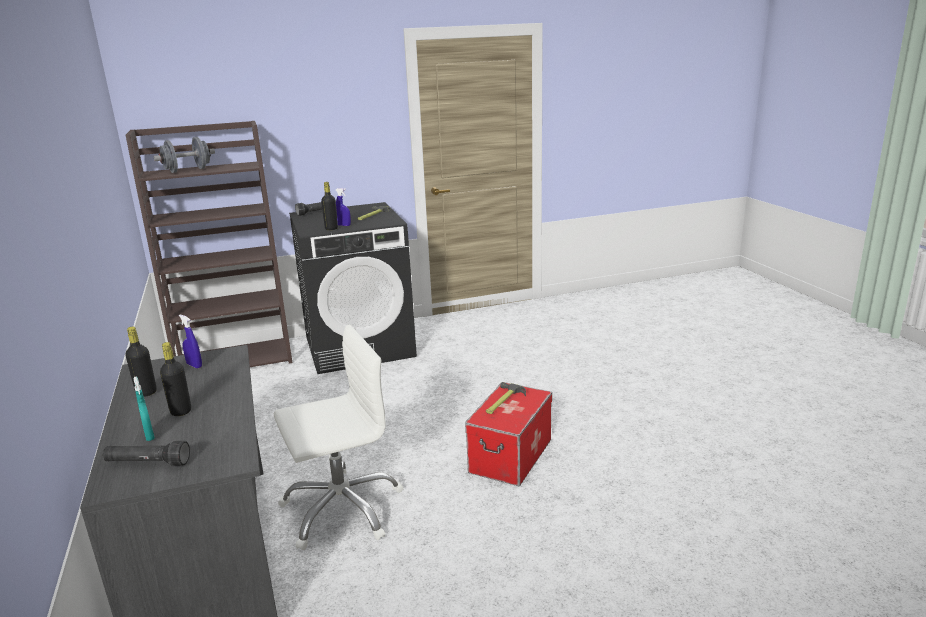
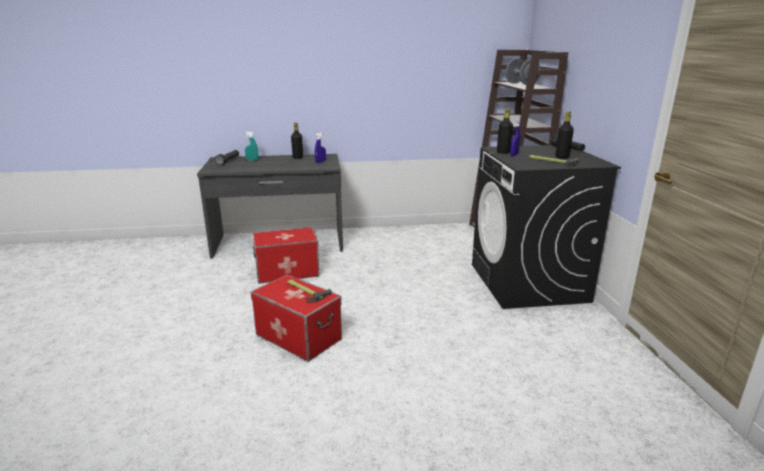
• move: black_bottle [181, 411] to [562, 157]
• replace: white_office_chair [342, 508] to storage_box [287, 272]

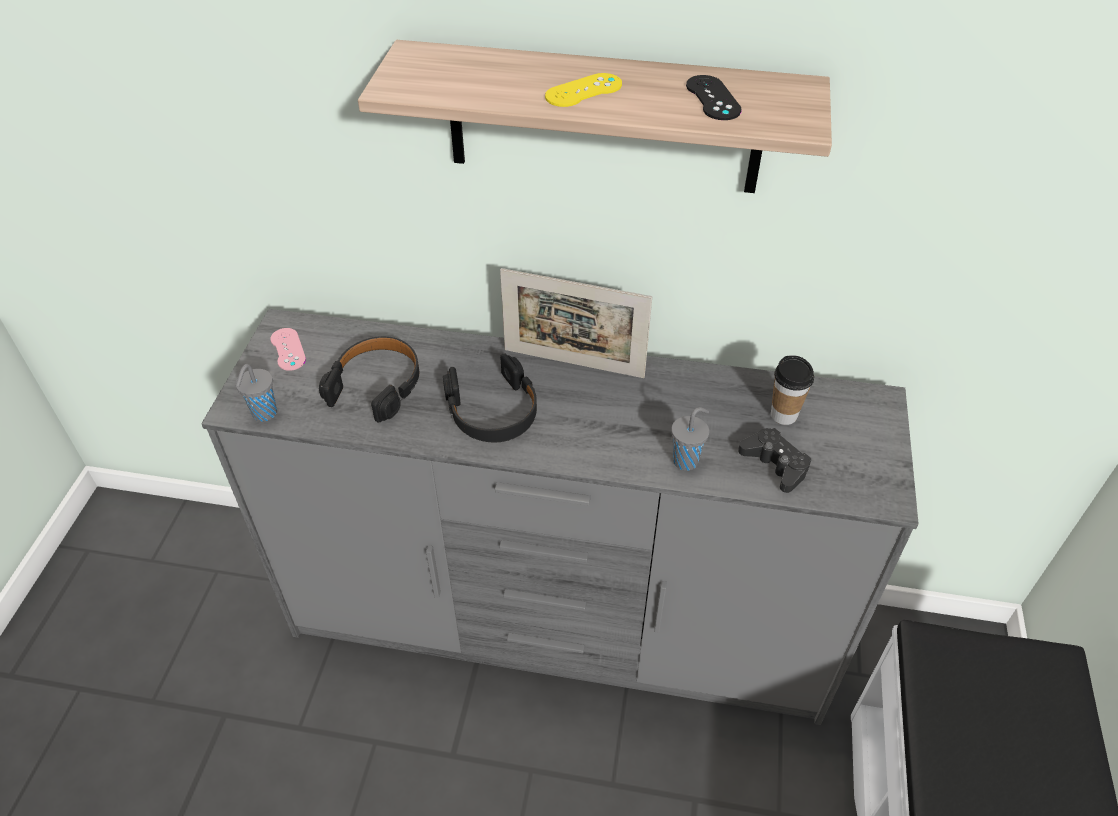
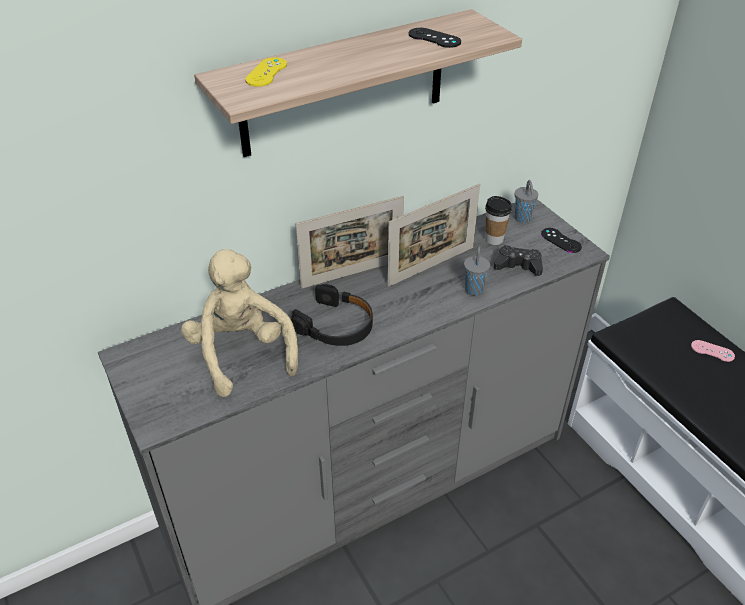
• insert: picture_frame [431, 266]
• insert: black_game_controller [561, 240]
• move: grey_cup [263, 414] to [522, 219]
• move: pink_game_controller [288, 349] to [712, 351]
• move: yellow_game_controller [583, 91] to [266, 72]
• replace: black_headphones [376, 385] to beige_plush_toy [241, 353]

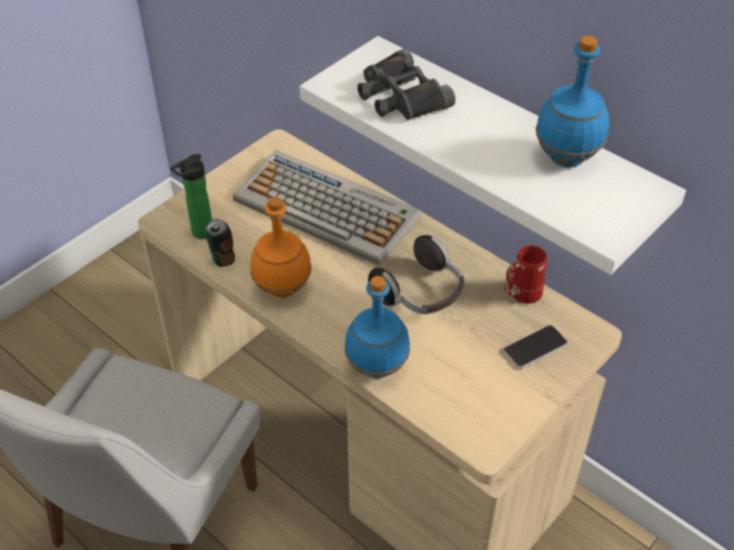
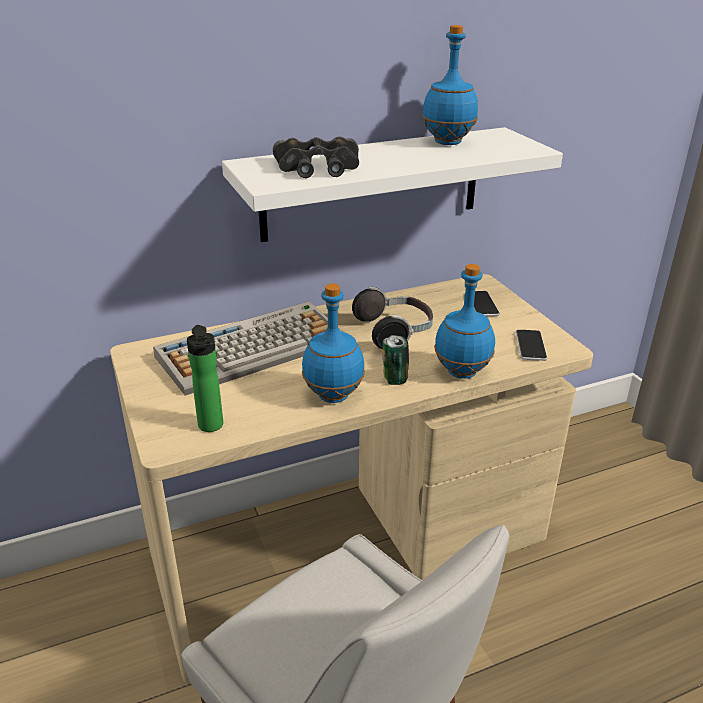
• delete: red_mug [520, 295]
• insert: phone [530, 346]
• move: can [222, 258] to [394, 379]
• recolor: orange_bottle [281, 288] to blue_bottle [333, 396]

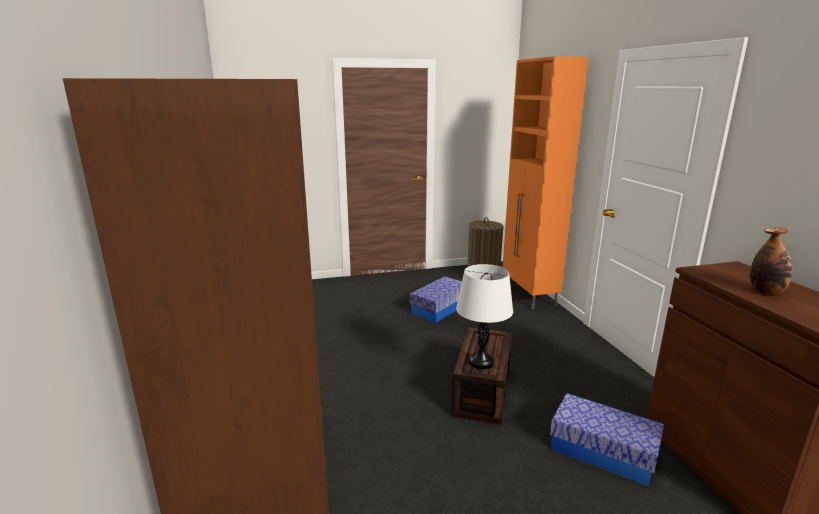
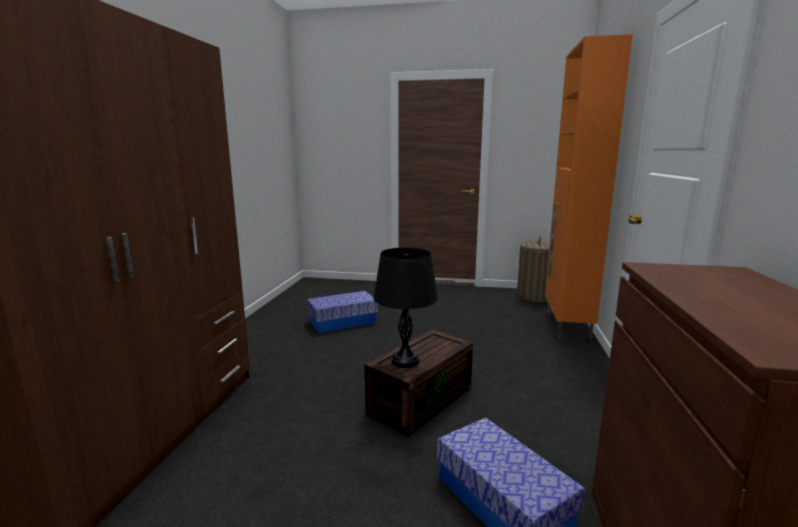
• delete: bottle [766, 292]
• move: storage_box [440, 308] to [343, 322]
• recolor: white_table_lamp [481, 362] to black_table_lamp [405, 361]

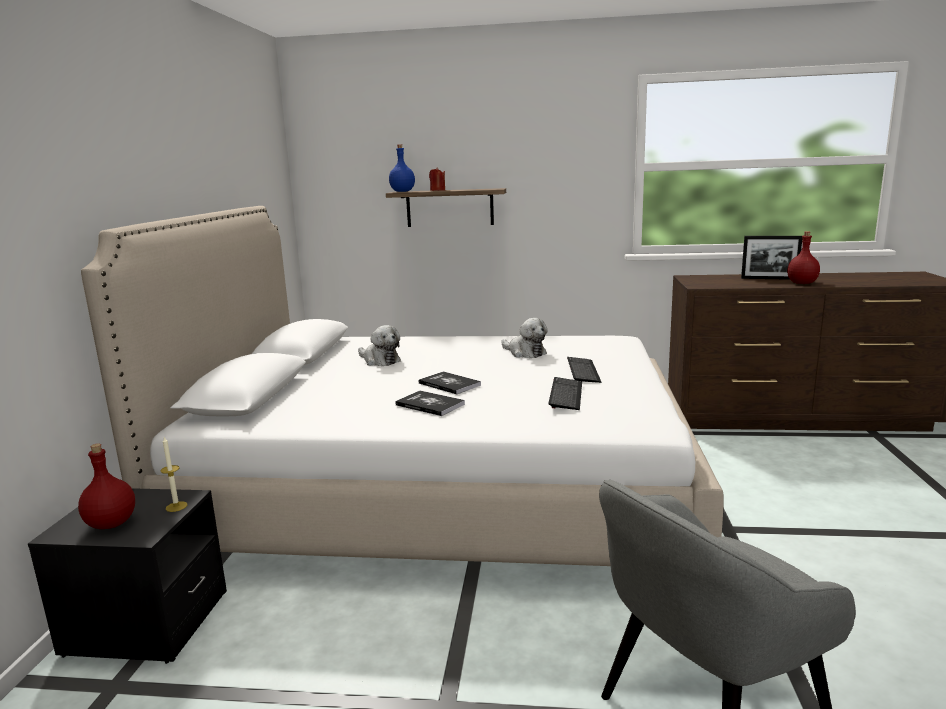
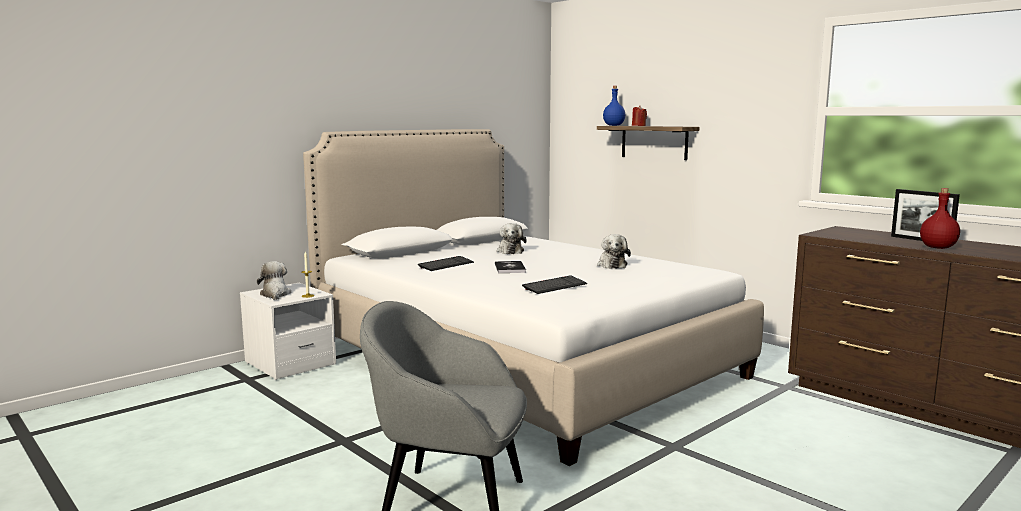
• delete: book [430, 404]
• move: keyboard [583, 371] to [446, 265]
• replace: red_bottle [112, 524] to plush_toy [275, 294]
• recolor: black_nightstand [146, 623] to white_nightstand [290, 364]

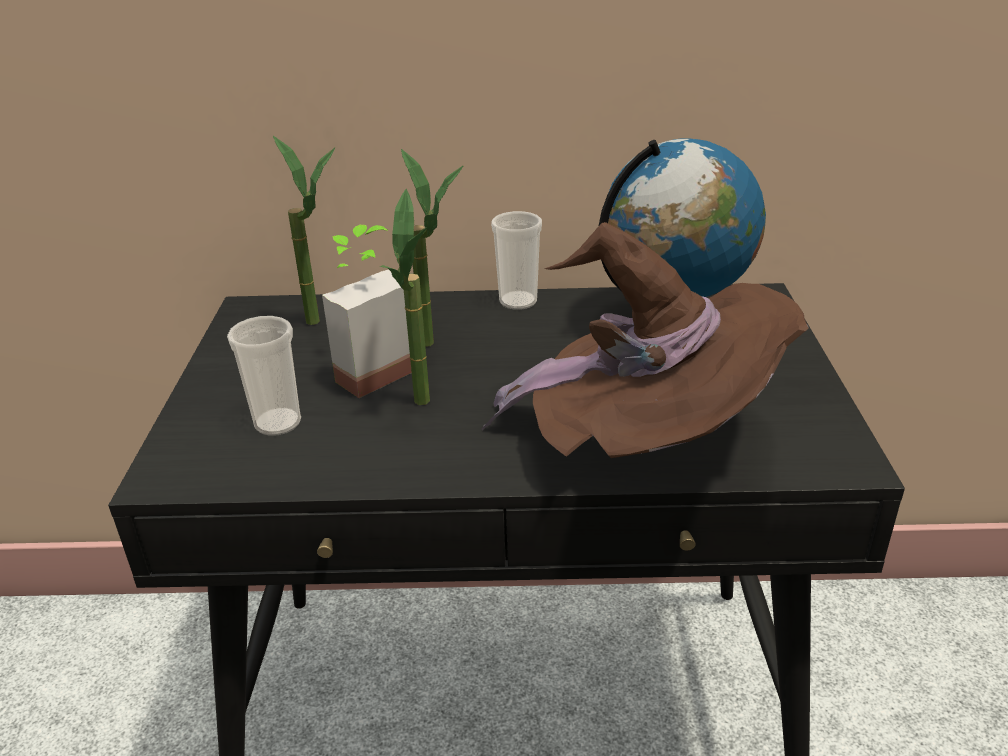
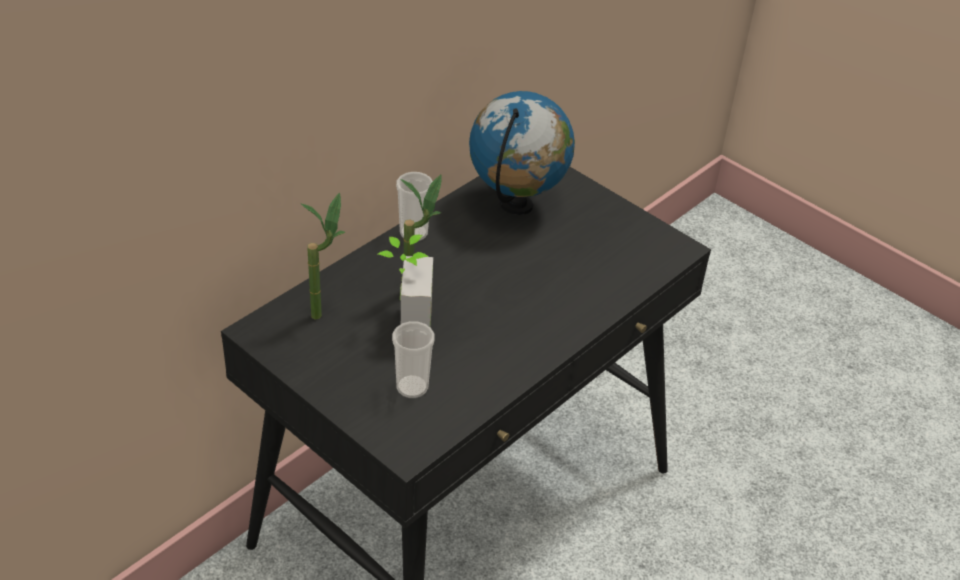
• delete: potted_plant [424, 410]
• delete: brown_hat [649, 441]

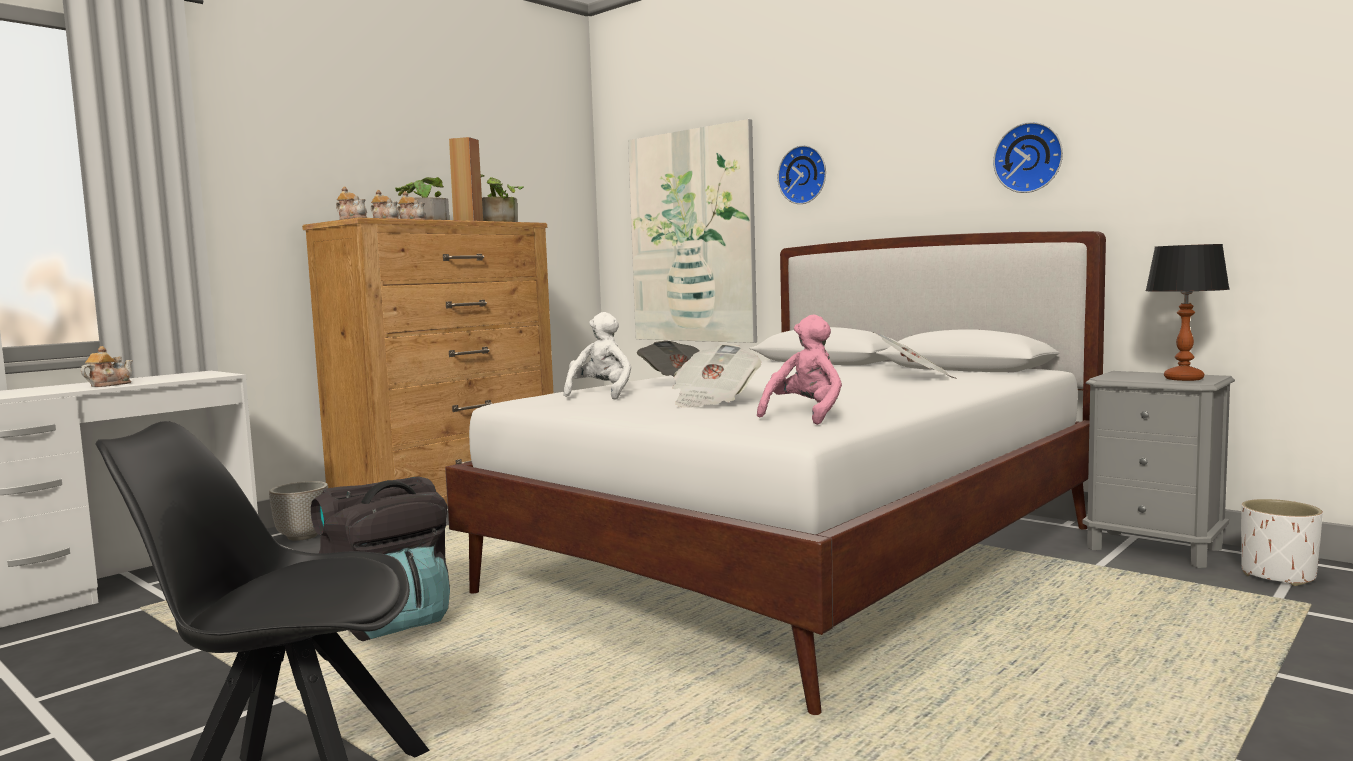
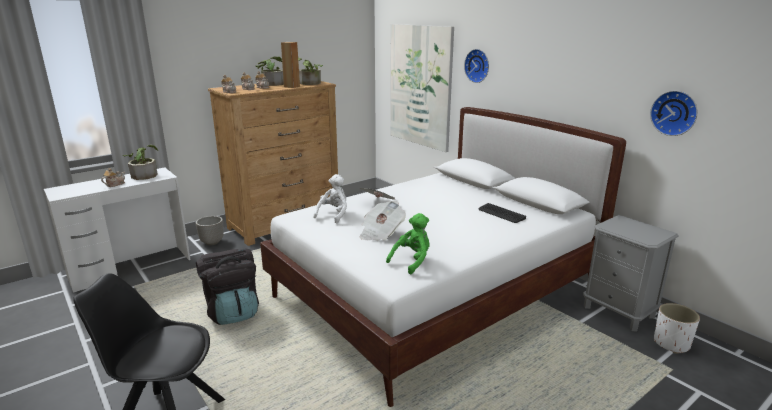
• delete: table_lamp [1183, 379]
• insert: potted_plant [144, 174]
• move: wall_clock [1029, 158] to [674, 113]
• replace: newspaper [915, 377] to keyboard [501, 214]
• recolor: pink_plush_toy [805, 415] to green_plush_toy [412, 261]

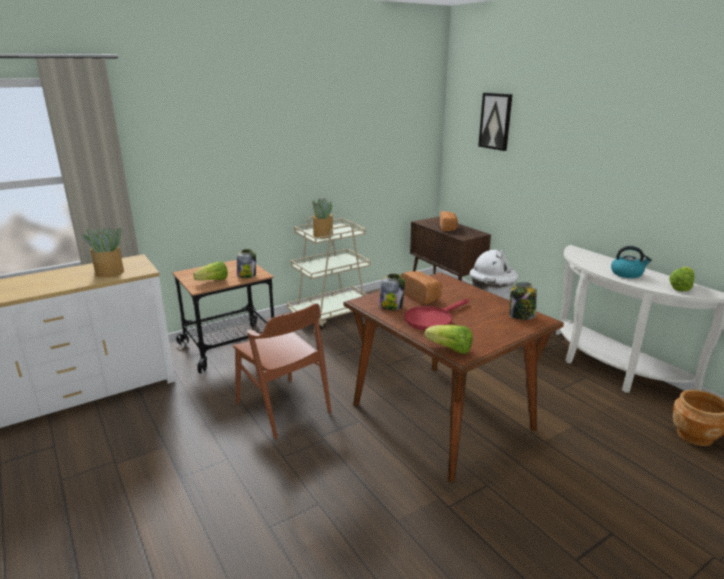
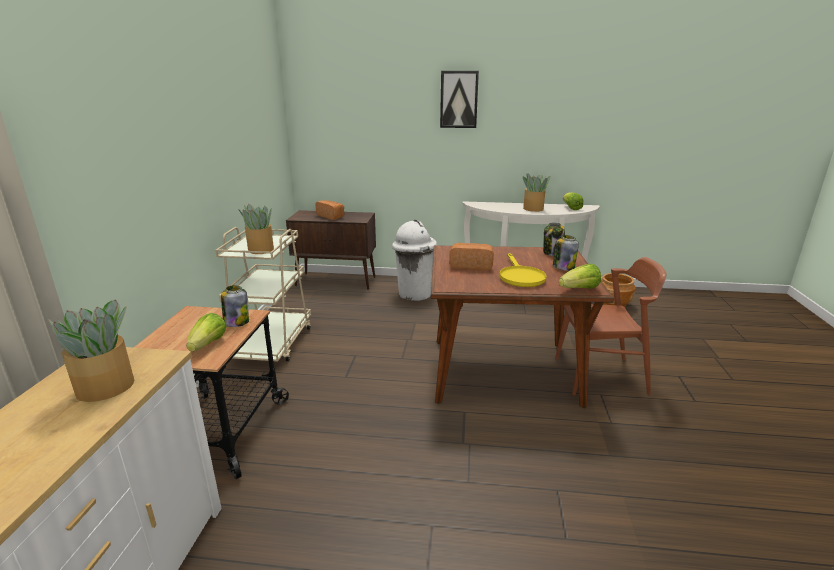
• move: brown_chair [283, 407] to [600, 375]
• move: jar [391, 306] to [563, 267]
• move: picture [495, 121] to [459, 99]
• replace: kettle [627, 274] to potted_plant [533, 209]
• recolor: red_frying_pan [432, 319] to yellow_frying_pan [520, 276]

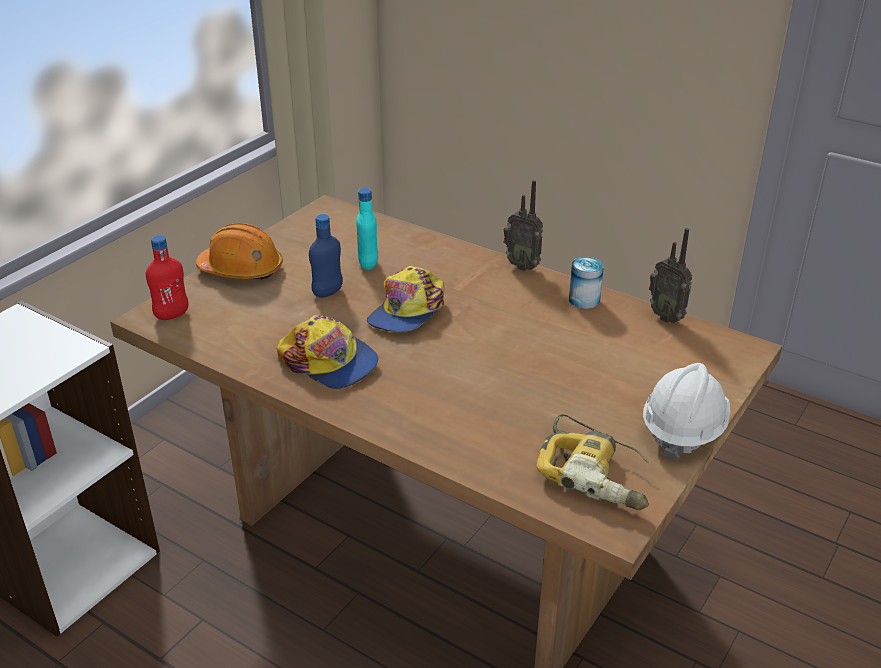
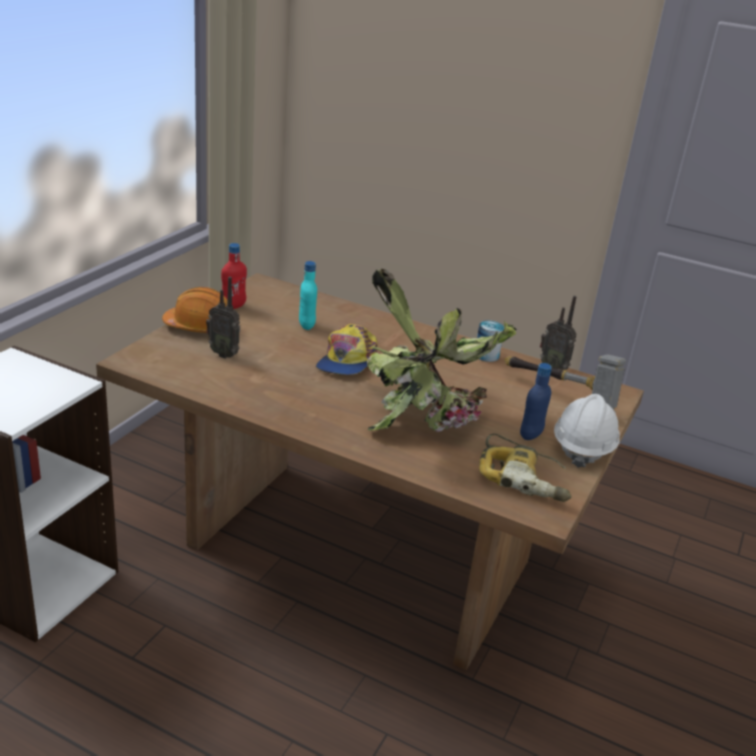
• delete: cap [329, 362]
• insert: potted_plant [428, 416]
• insert: hammer [560, 397]
• move: red_bottle [172, 315] to [233, 306]
• move: blue_bottle [328, 292] to [531, 435]
• move: radio [523, 265] to [224, 354]

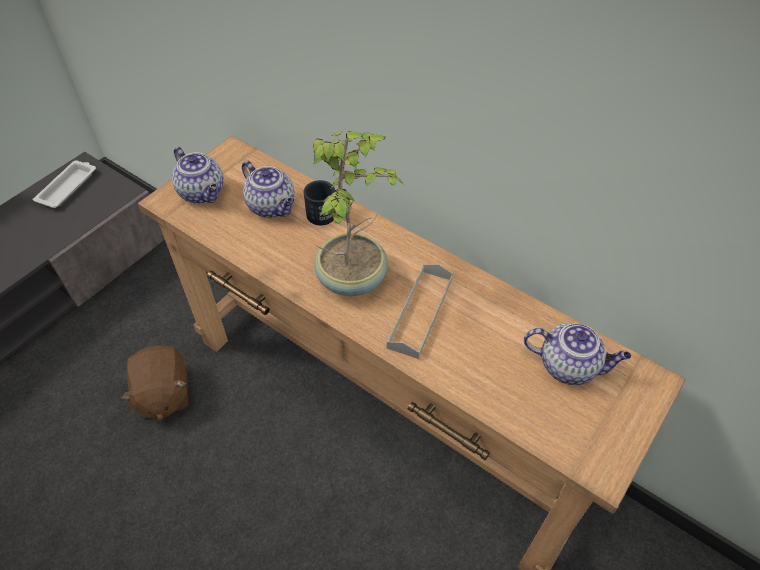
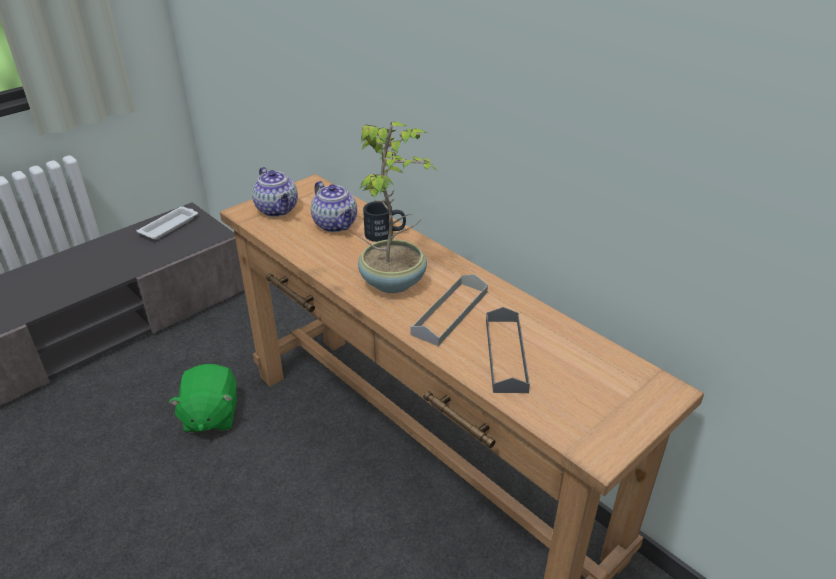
• delete: teapot [569, 366]
• insert: grey_tray [506, 354]
• recolor: brown_plush_toy [163, 394] to green_plush_toy [210, 416]

